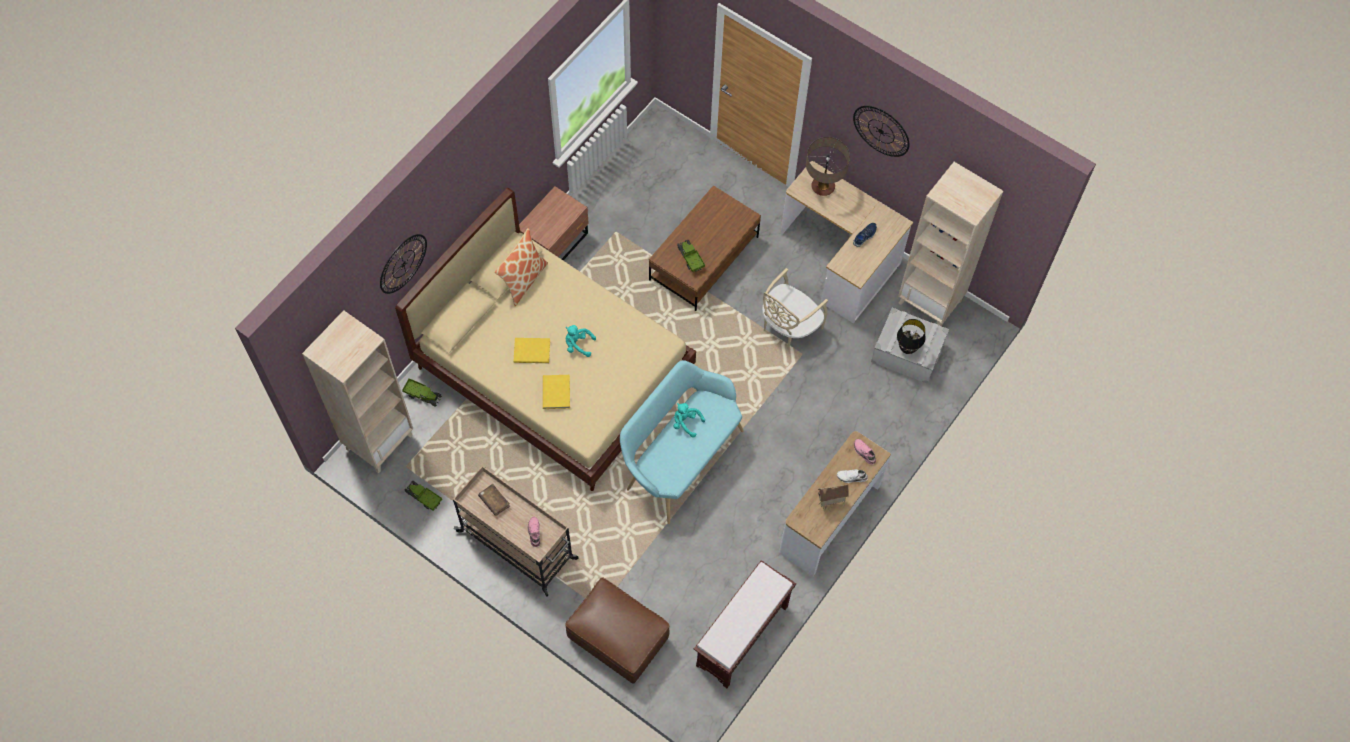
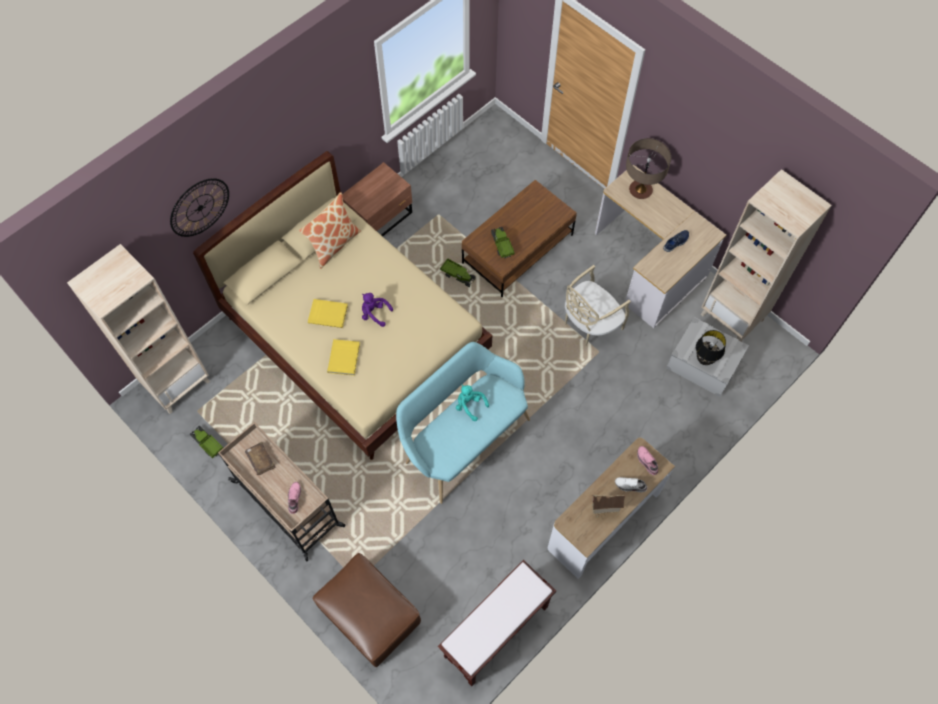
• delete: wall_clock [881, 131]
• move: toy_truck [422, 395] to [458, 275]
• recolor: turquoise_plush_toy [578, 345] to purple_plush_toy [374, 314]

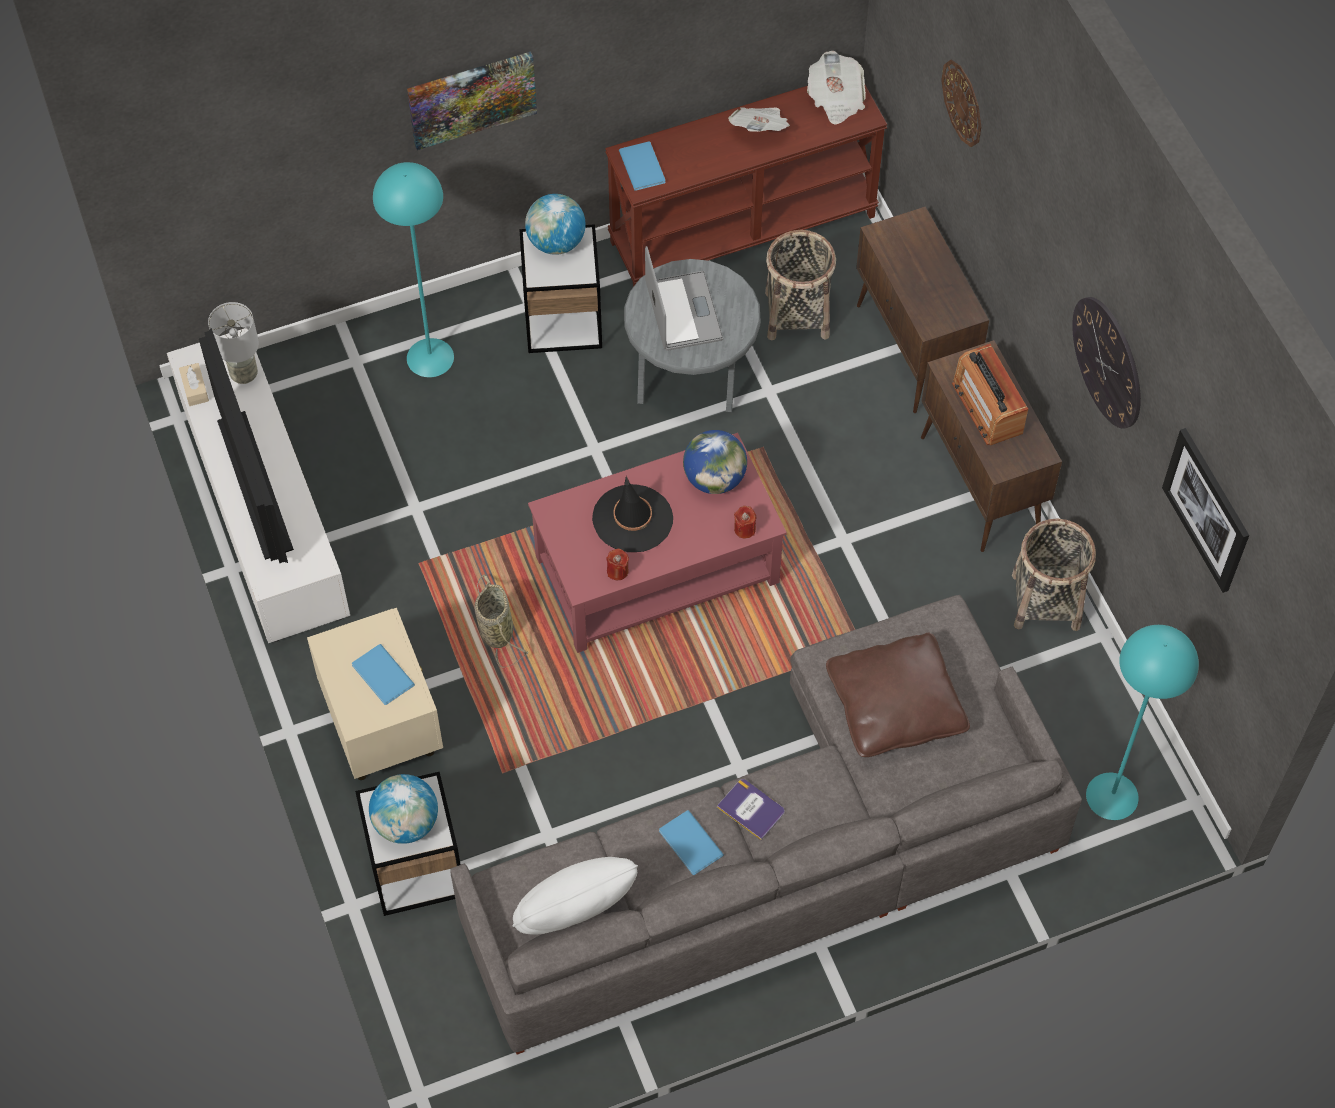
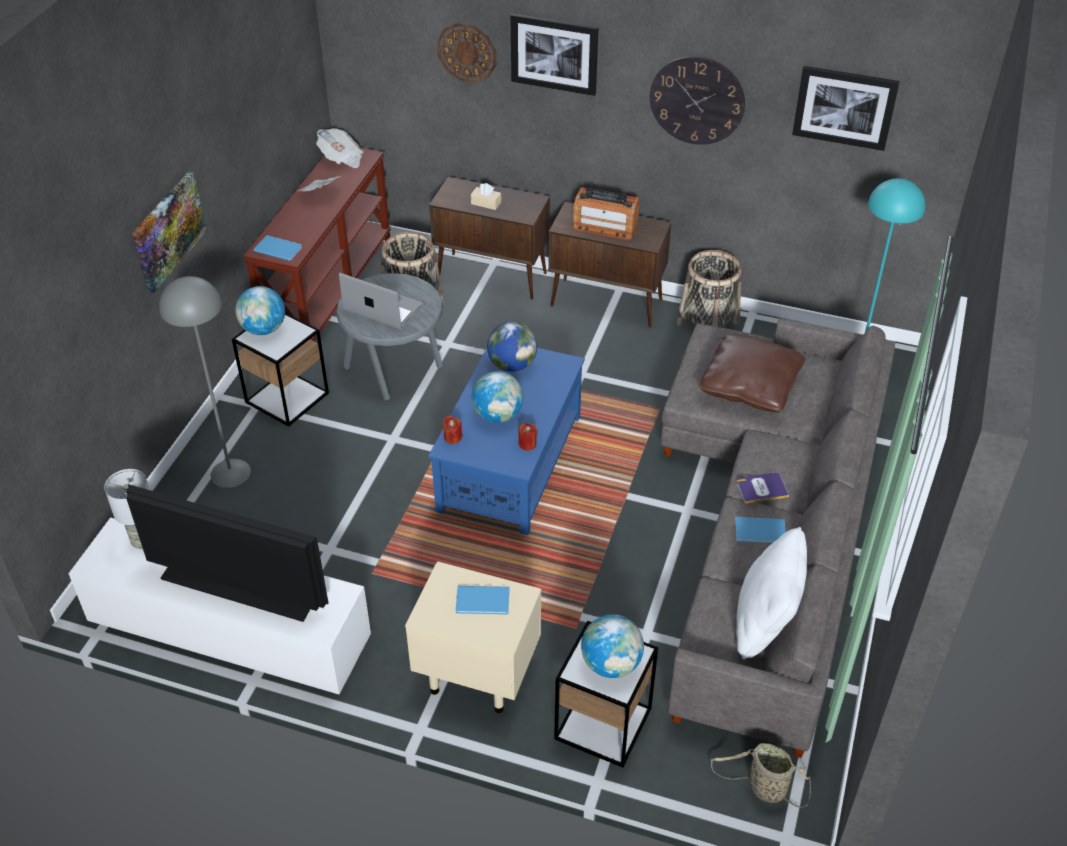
• insert: picture [554, 53]
• move: beige_tissue_box [195, 389] to [486, 203]
• move: basket [496, 630] to [764, 788]
• move: red_candle [744, 529] to [452, 437]
• replace: black_hat [632, 519] to globe [498, 415]
• recolor: turquoise_floor_lamp [430, 357] to grey_floor_lamp [230, 473]
• recolor: red_coffee_table [655, 570] to blue_coffee_table [509, 463]

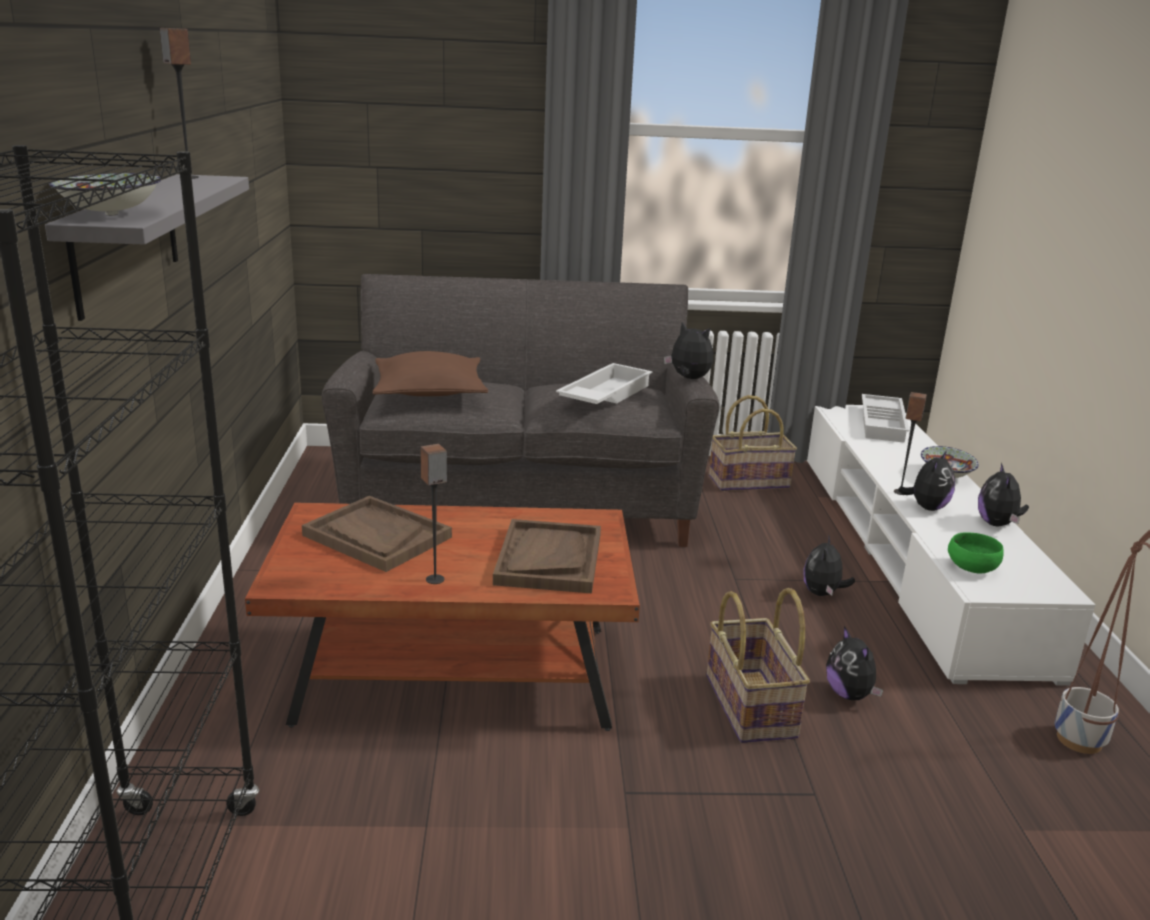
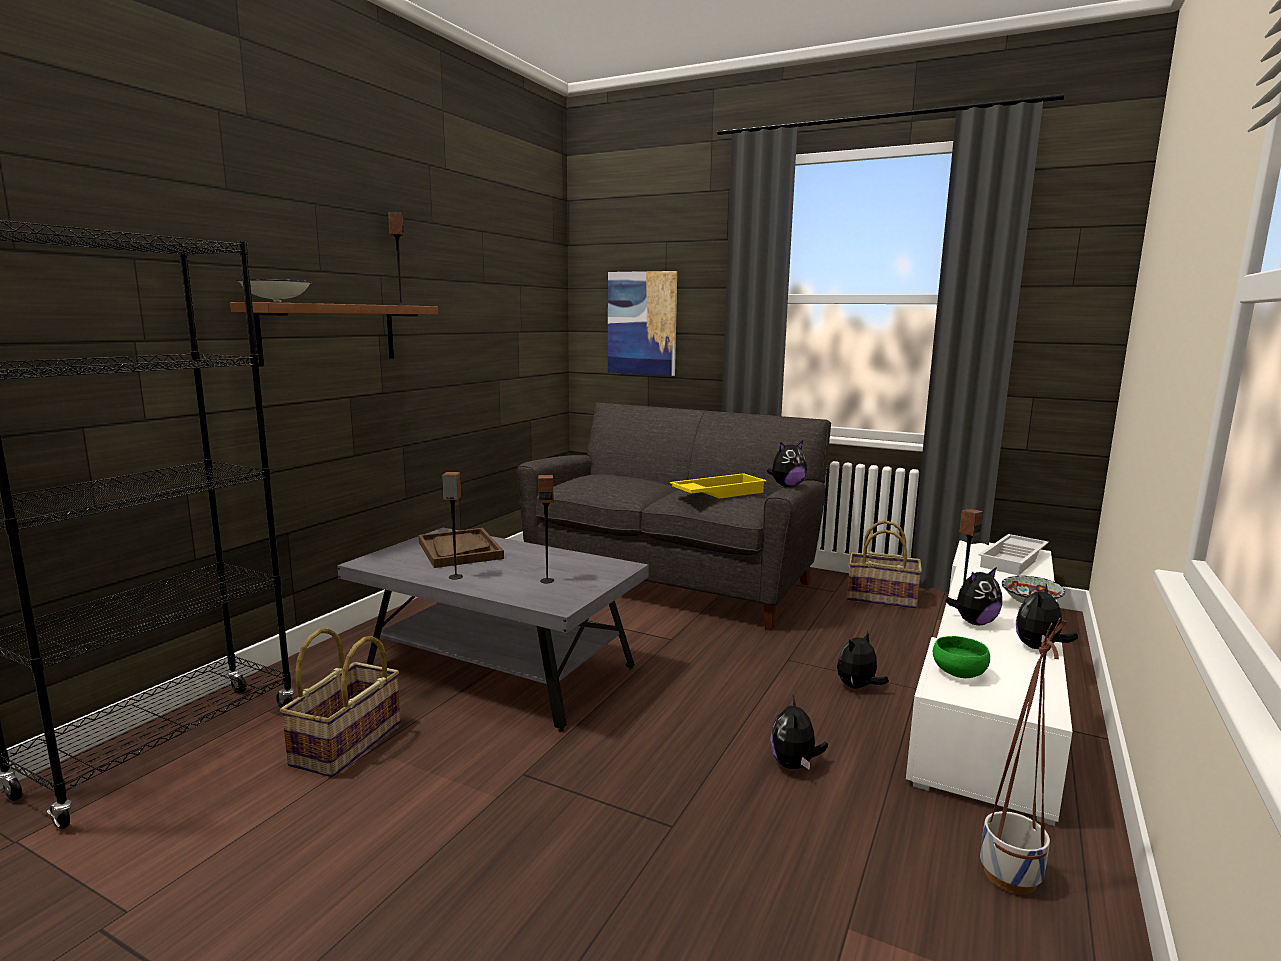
• delete: brown_pillow [429, 391]
• insert: picture [642, 323]
• move: basket [752, 706] to [348, 744]
• replace: brown_tray [549, 559] to speaker [547, 580]
• recolor: grey_shelf [126, 241] to brown_shelf [329, 333]
• recolor: brown_coffee_table [455, 676] to grey_coffee_table [499, 670]
• recolor: white_tray [604, 394] to yellow_tray [718, 493]
• rotate: plush_toy [688, 378] = [787, 486] 90 degrees clockwise

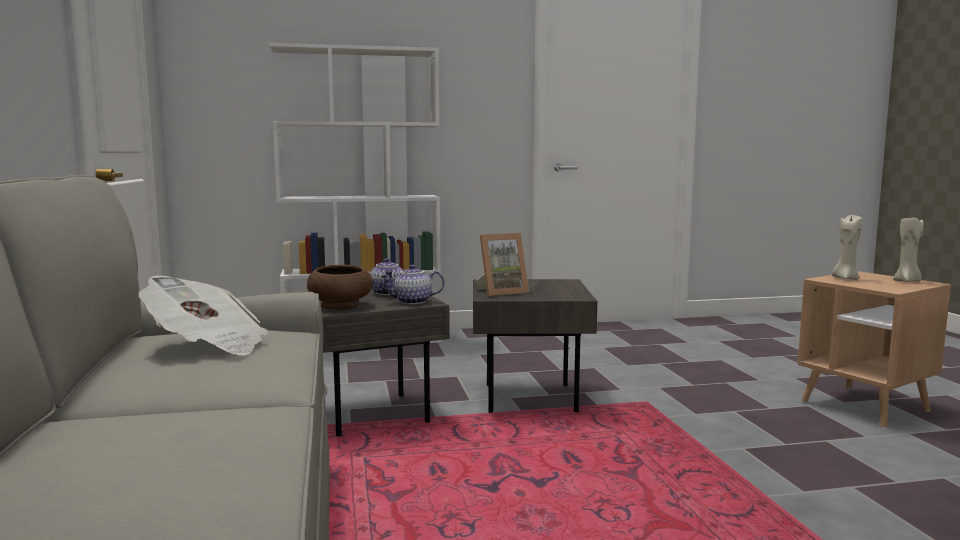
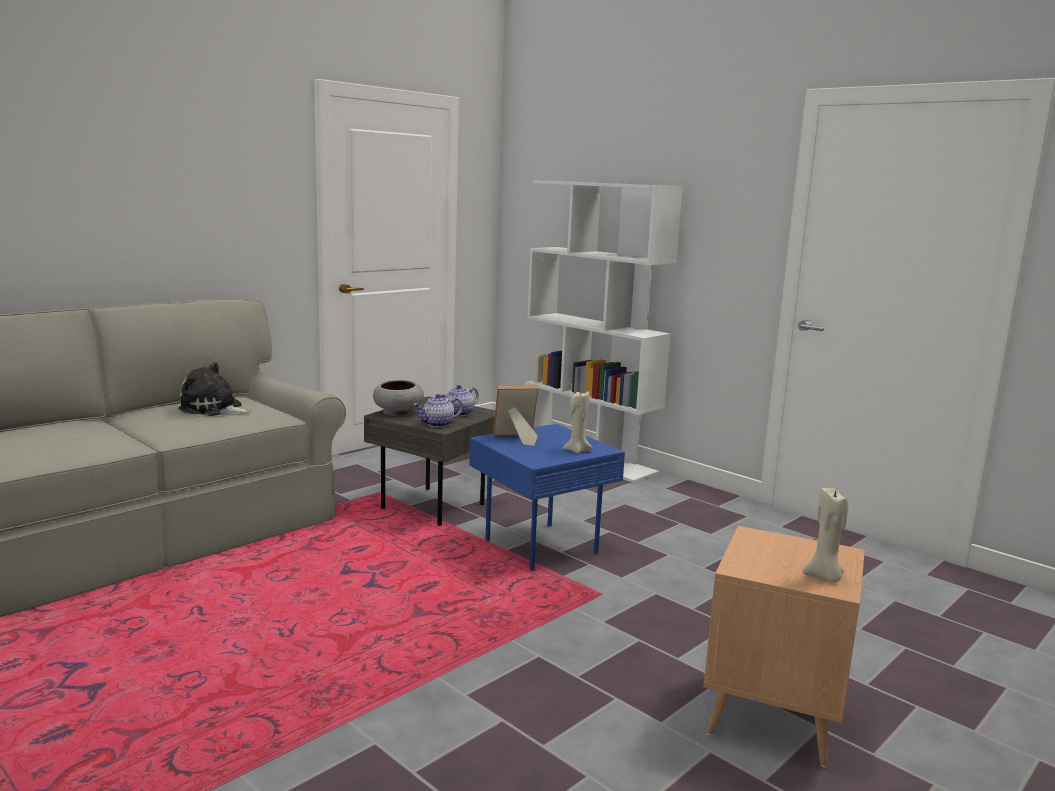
• move: beige_candle [845, 278] to [577, 450]
• replace: newspaper [208, 346] to plush_toy [213, 409]
• recolor: brown_bowl [341, 306] to grey_bowl [398, 413]
• recolor: grey_side_table [527, 397] to blue_side_table [542, 545]
• rotate: teapot [412, 302] = [438, 424] 75 degrees counterclockwise
• rotate: picture_frame [501, 292] = [515, 438] 135 degrees clockwise

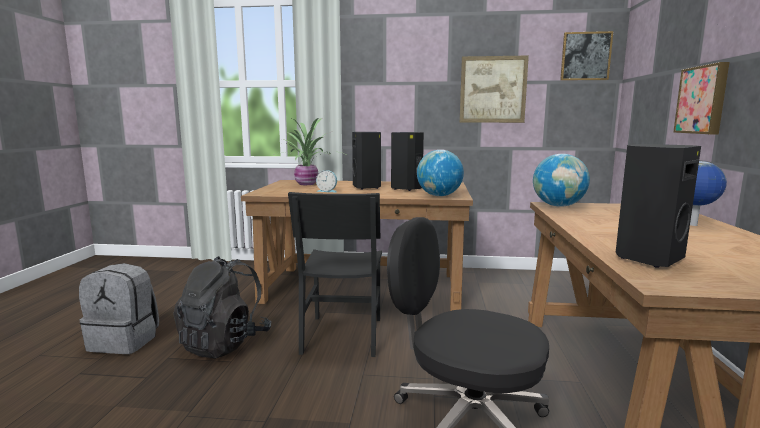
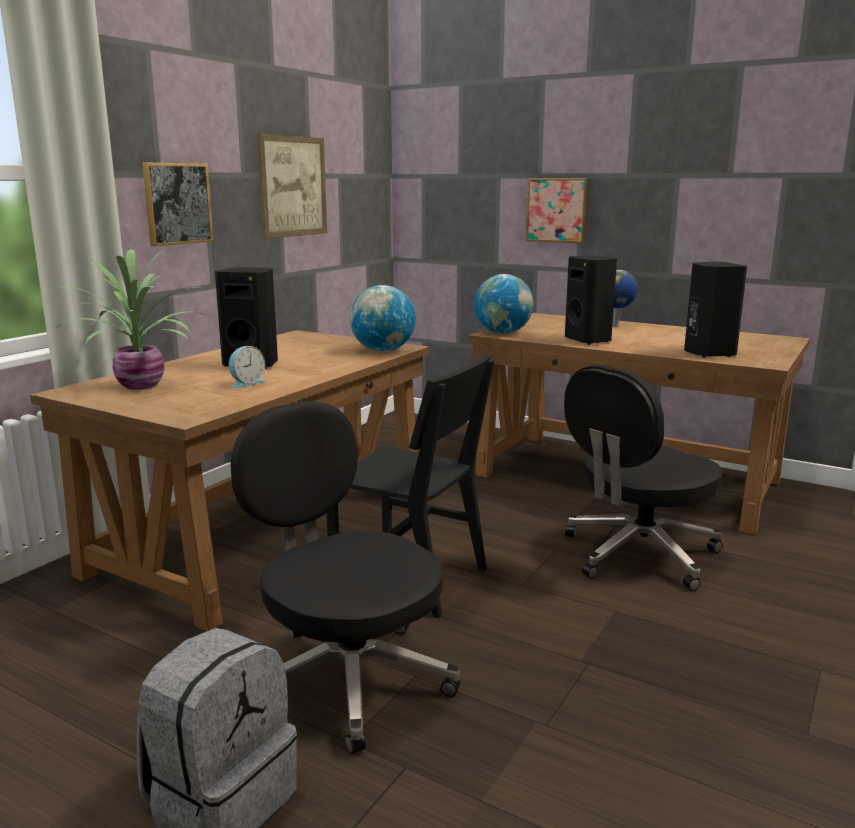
• move: black_speaker [408, 188] to [589, 340]
• move: picture [585, 56] to [177, 203]
• replace: black_backpack [225, 343] to black_office_chair [347, 677]

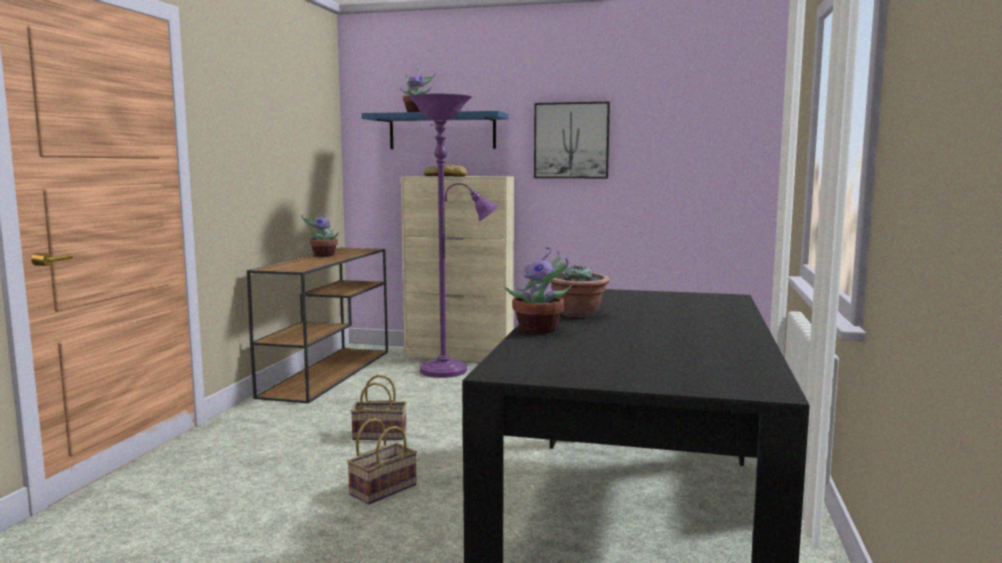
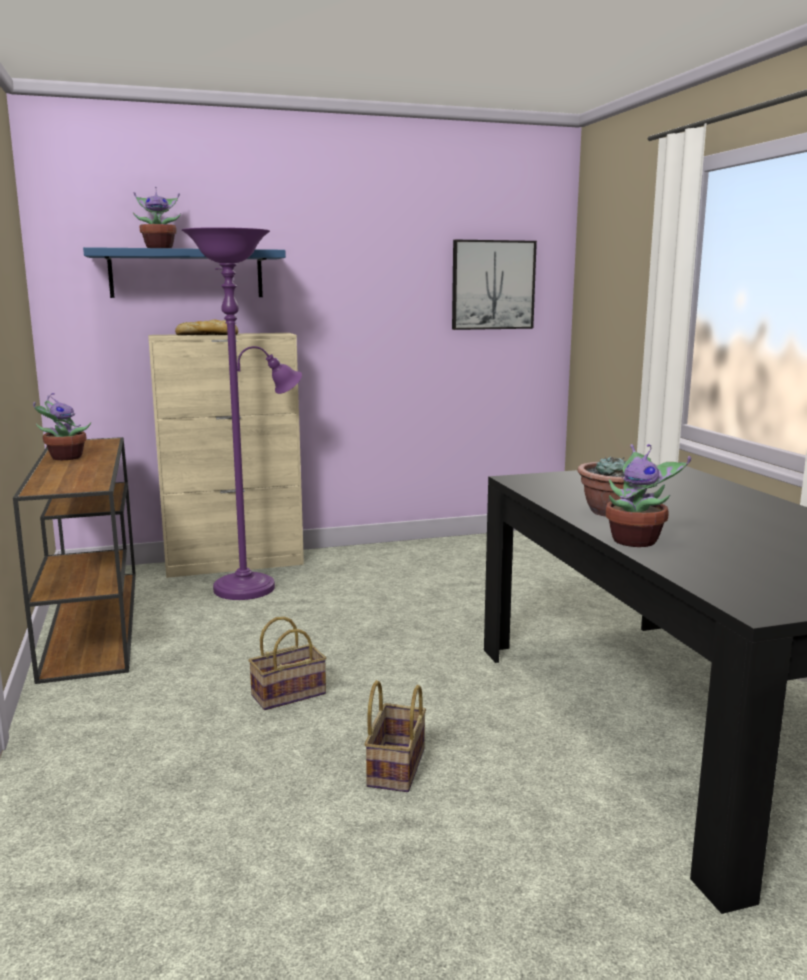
• move: picture [571, 140] to [492, 285]

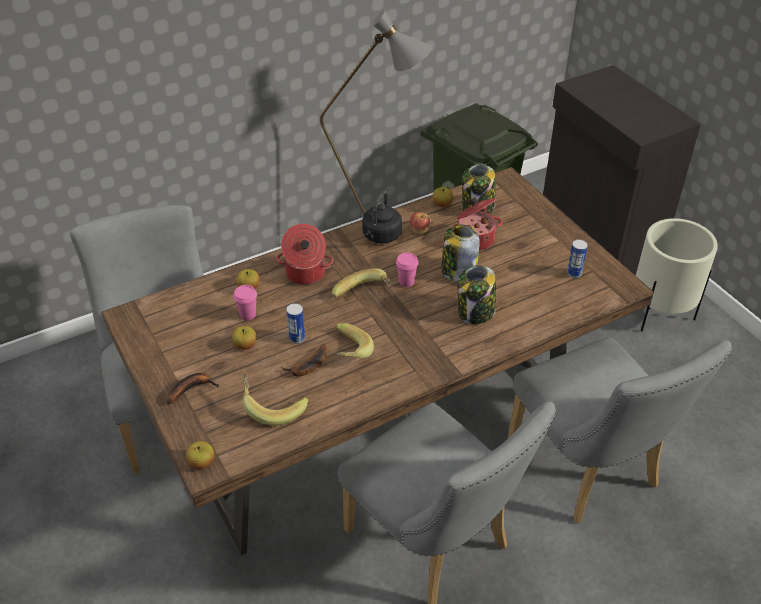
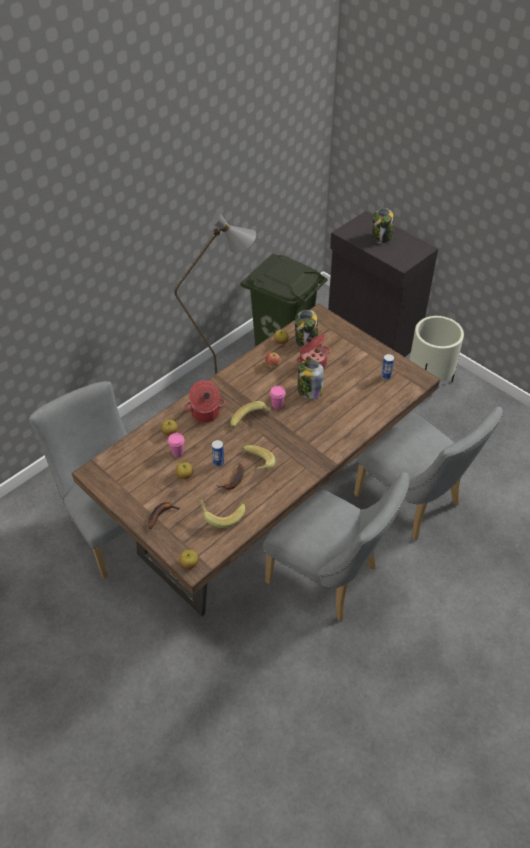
• delete: black_kettle [380, 236]
• move: jar [476, 312] to [381, 237]

